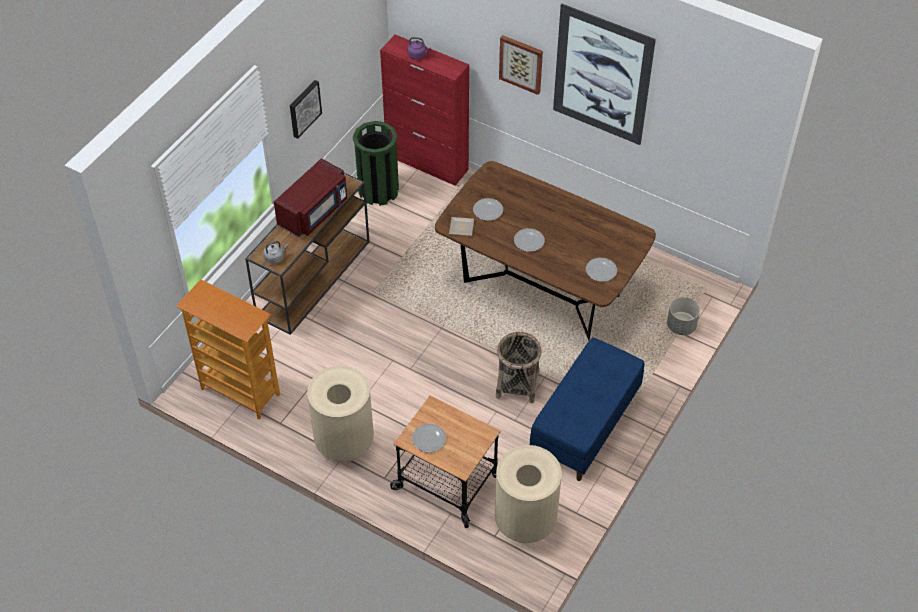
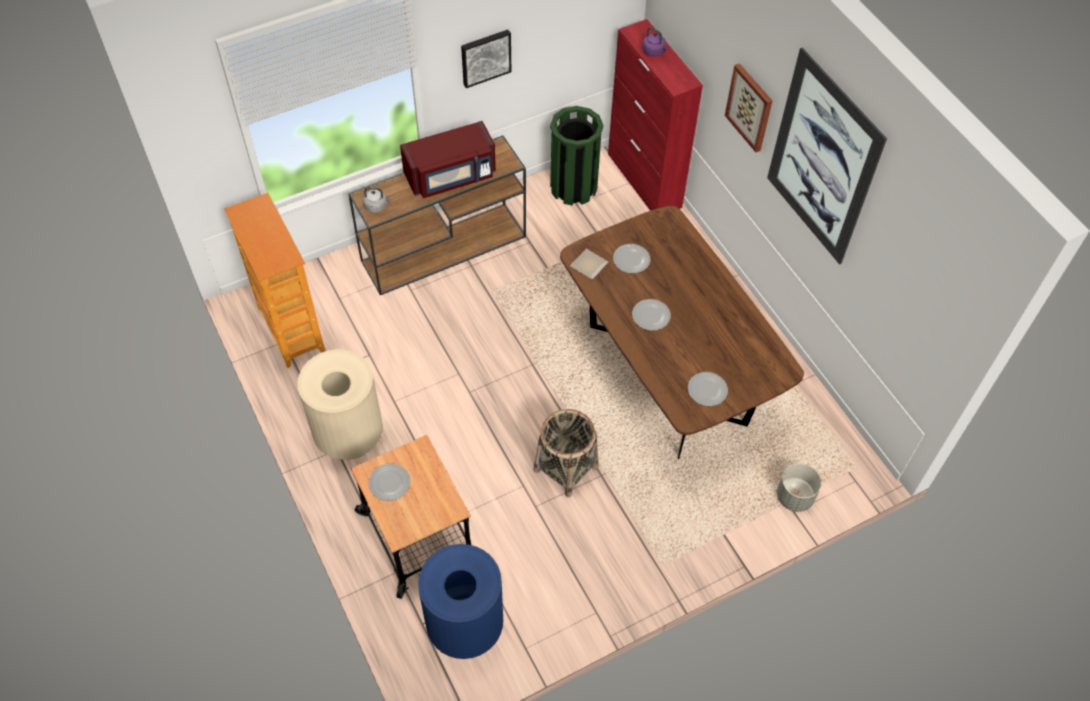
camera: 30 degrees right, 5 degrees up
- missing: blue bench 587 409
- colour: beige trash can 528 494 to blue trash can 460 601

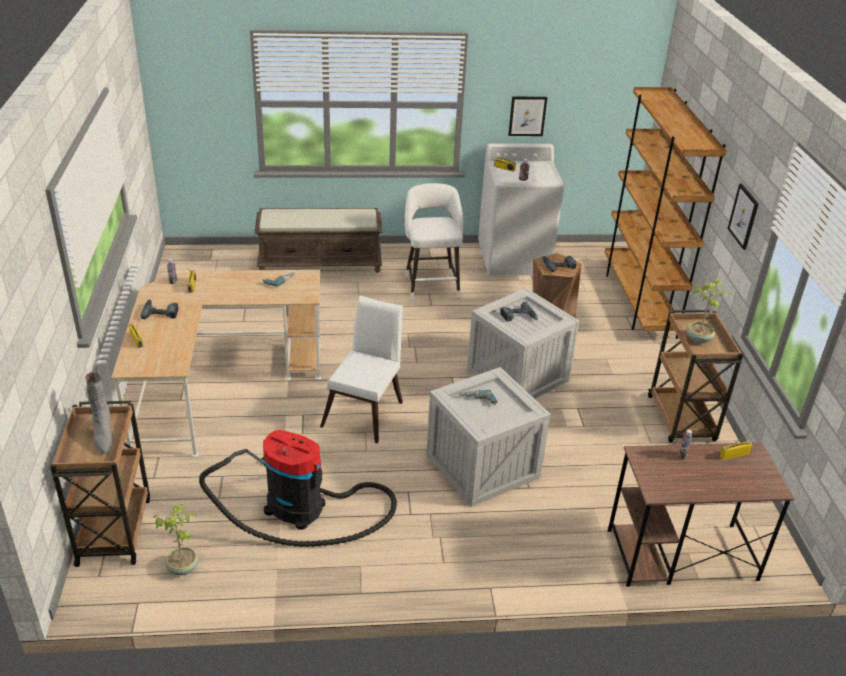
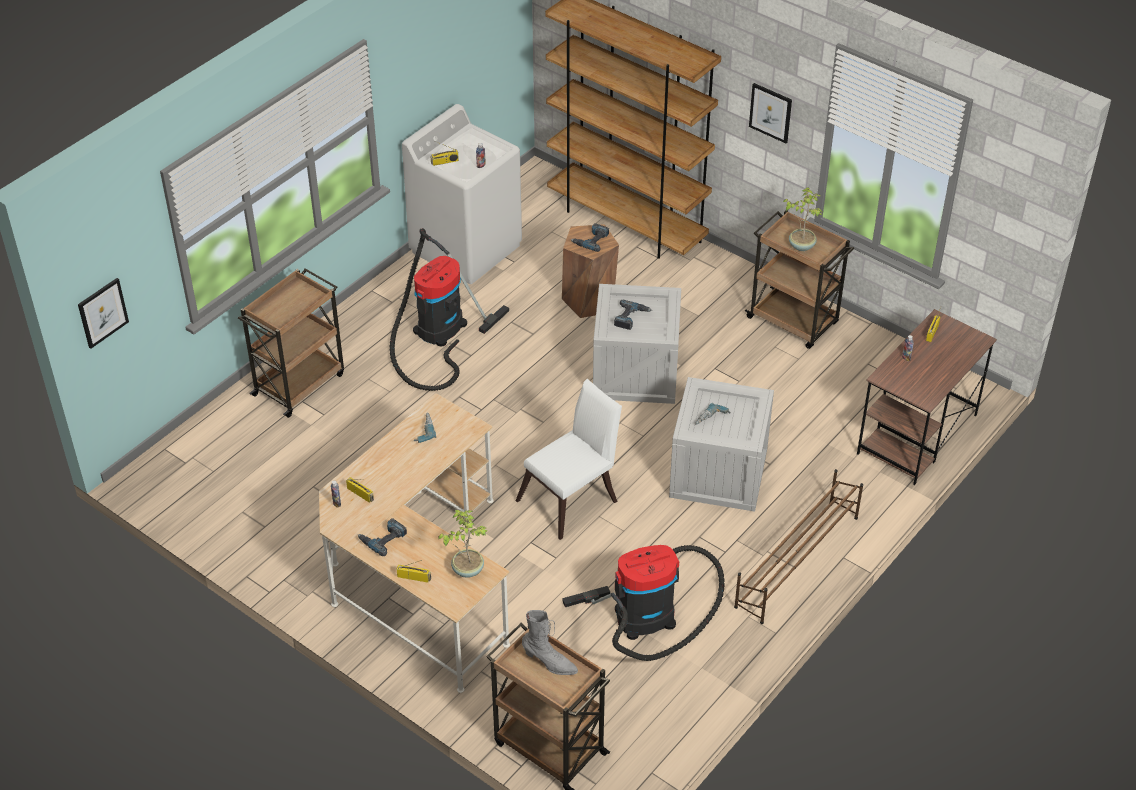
camera: 45 degrees left, 10 degrees up
- appeared: brown shoe rack 798 546
- relocated: potted plant 176 539 to 463 544
- relocated: picture 527 116 to 103 313
- exchanged: brown bench 318 240 to brown cart 291 343
- exchanged: white stool 434 241 to vacuum cleaner 449 309
- spun: white chair 361 369 = 569 459 75 degrees clockwise

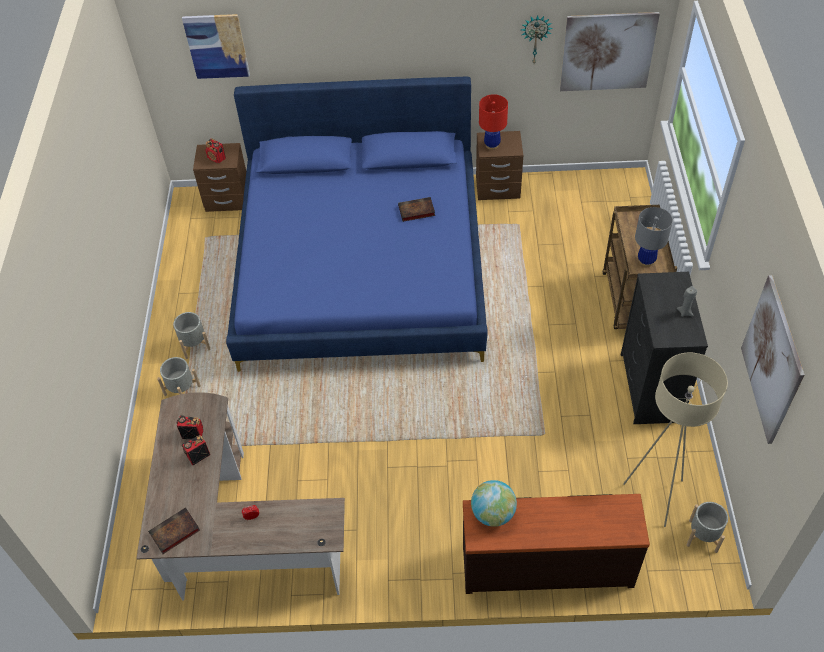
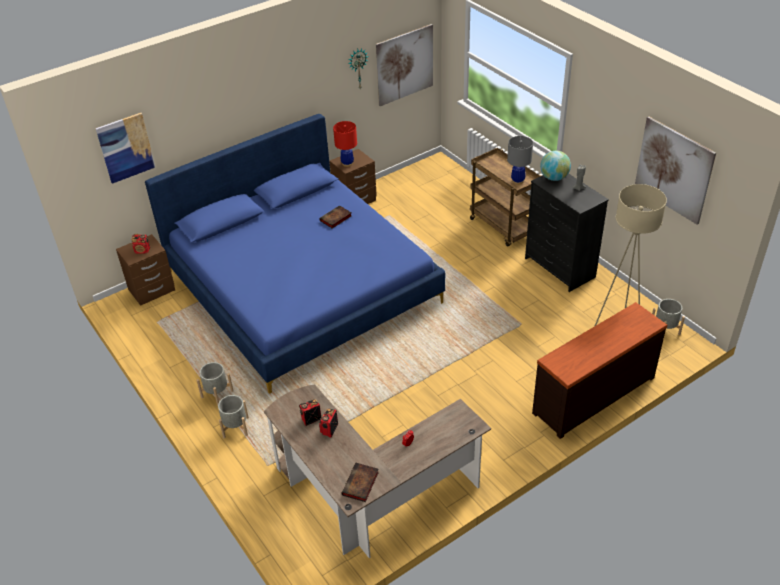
camera: 35 degrees left, 10 degrees down
- relocated: globe 494 503 to 555 166

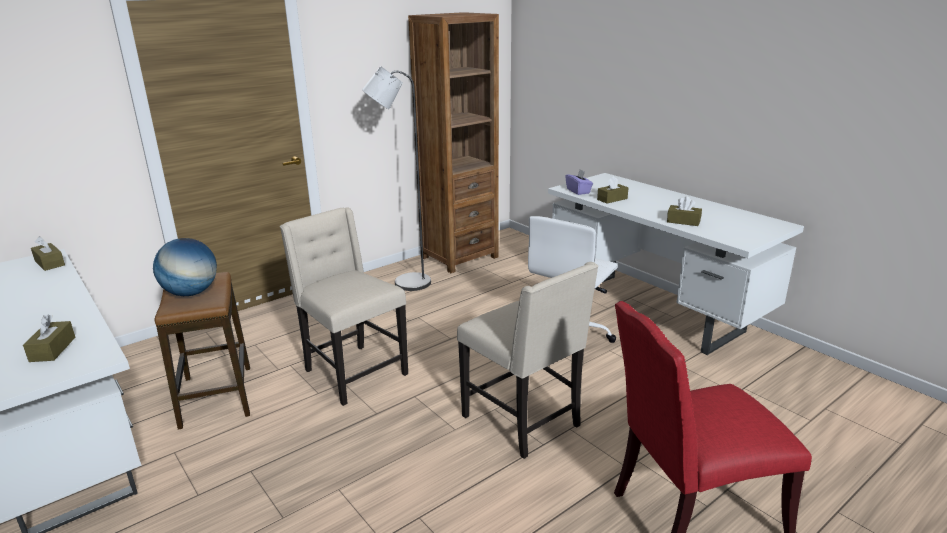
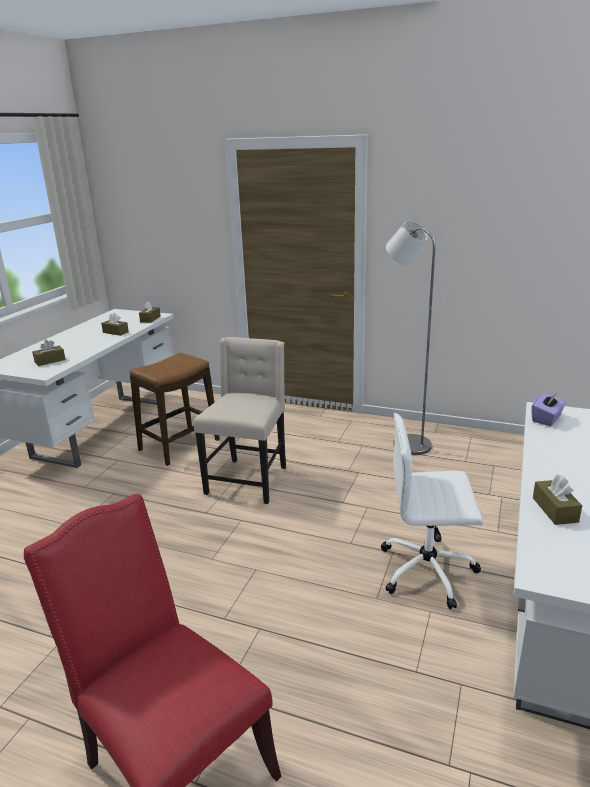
camera: 60 degrees right, 0 degrees up
- missing: globe 185 267
- missing: brown bookcase 453 142
- missing: beige chair 527 360
- relocated: brown tissue box 612 189 to 115 324

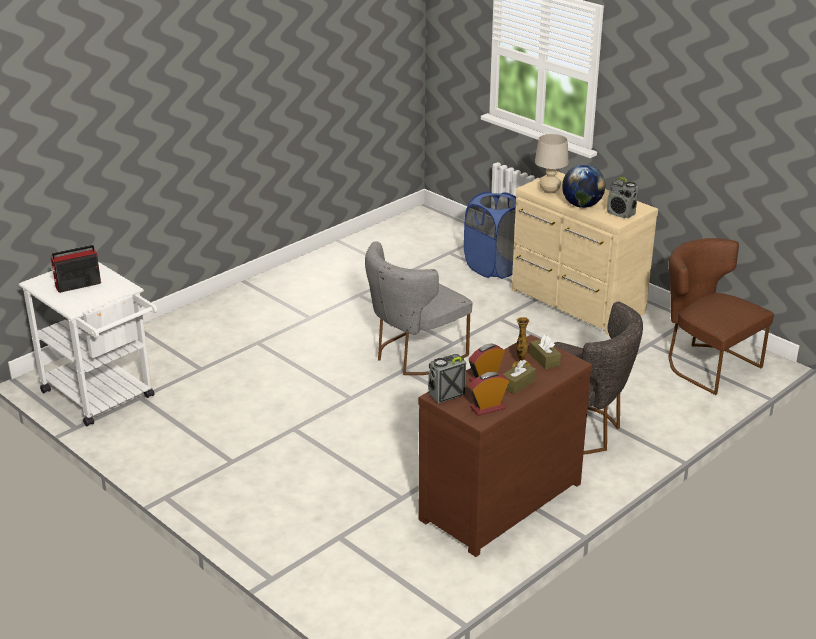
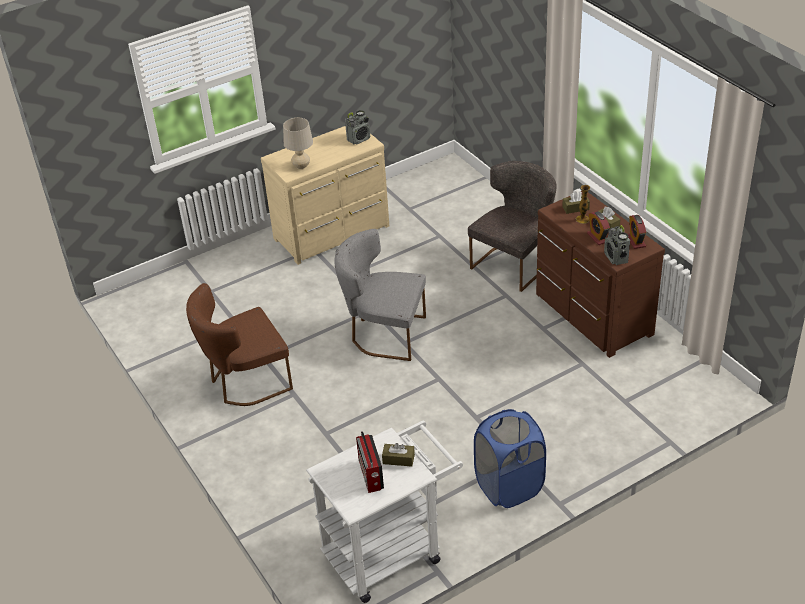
camera: 75 degrees left, 10 degrees up
- missing: globe 583 186
- appeared: brown tissue box 398 455
- relocated: blue laundry basket 490 235 to 510 458
- relocated: brown chair 721 316 to 239 344
- spun: grey chair 418 308 = 380 295 135 degrees clockwise

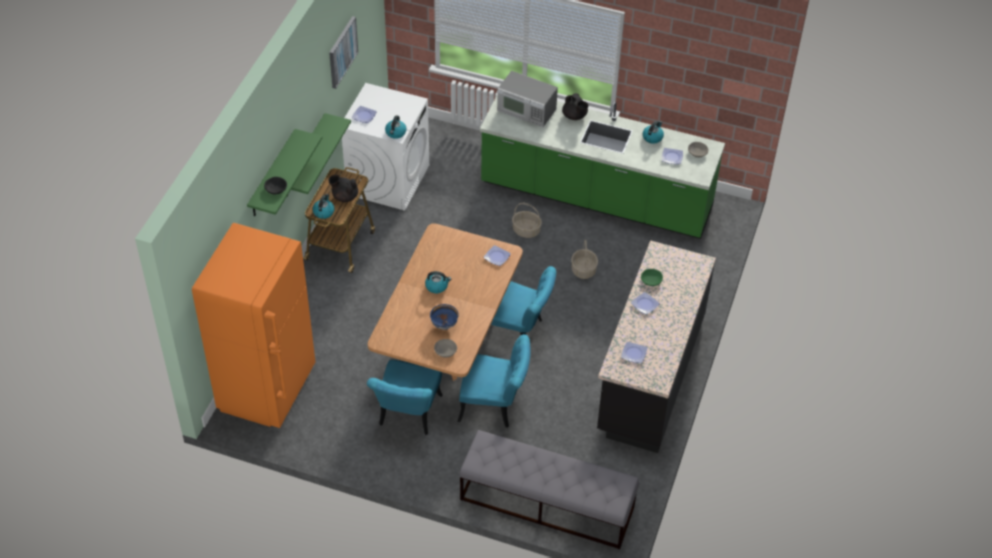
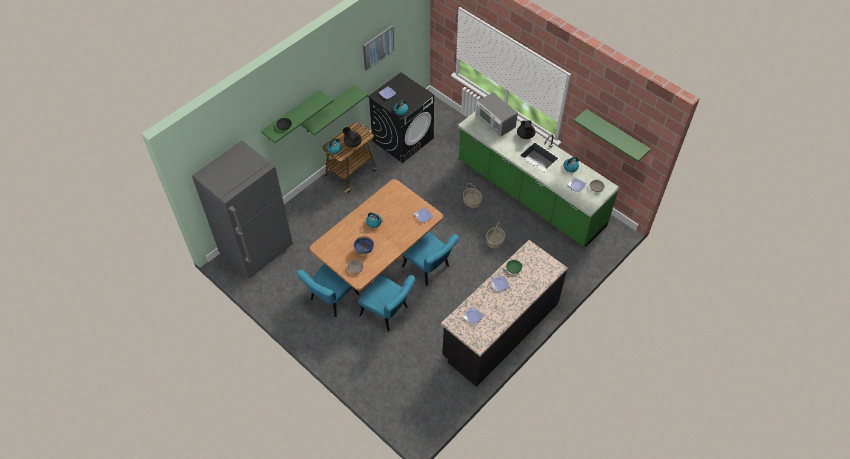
camera: 25 degrees right, 5 degrees up
- missing: grey bench 549 489
- appeared: green shelf 612 135
- colour: orange fridge 253 325 to grey fridge 242 210
- colour: white washing machine 385 147 to black washing machine 401 117

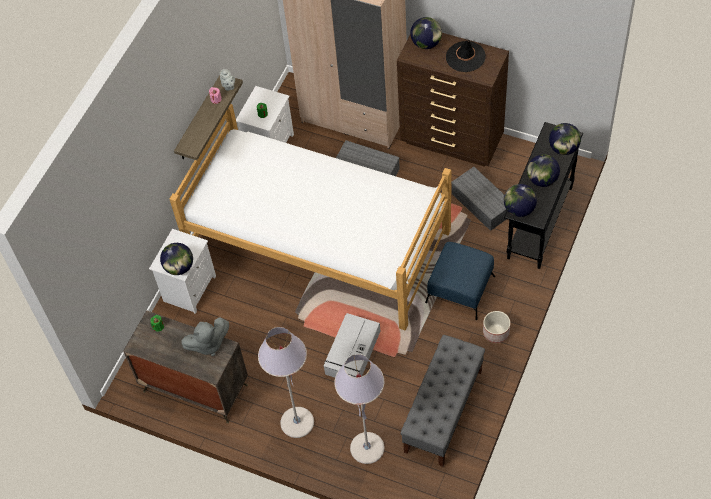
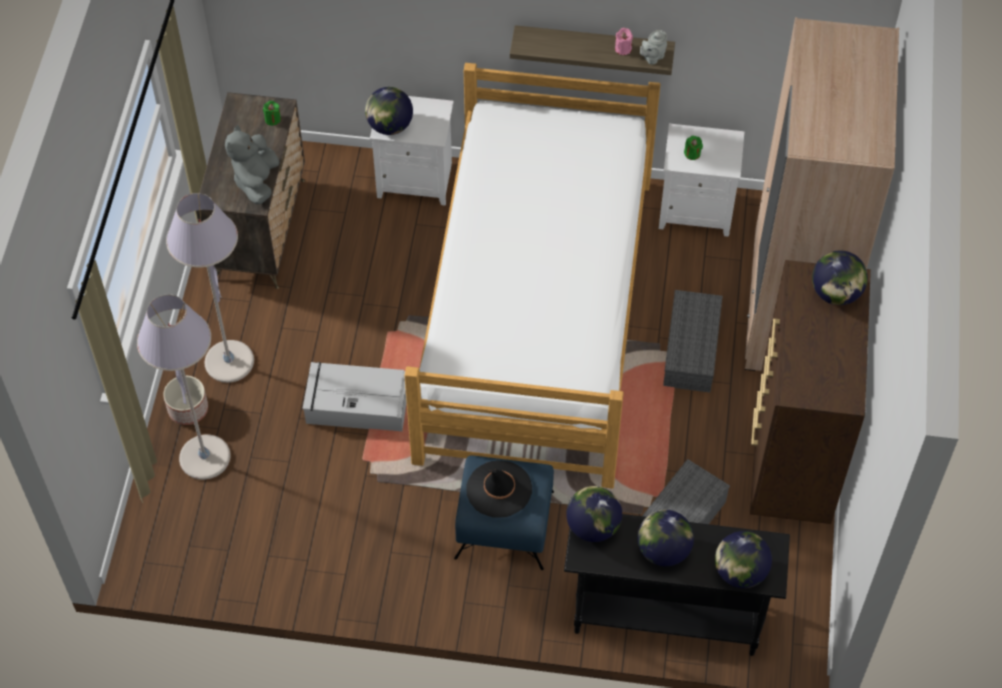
camera: 70 degrees right, 0 degrees up
- missing: grey bench 442 401
- relocated: black hat 466 56 to 499 489
- relocated: planter 496 327 to 185 400
- spun: grey plush toy 205 336 = 252 164 45 degrees clockwise

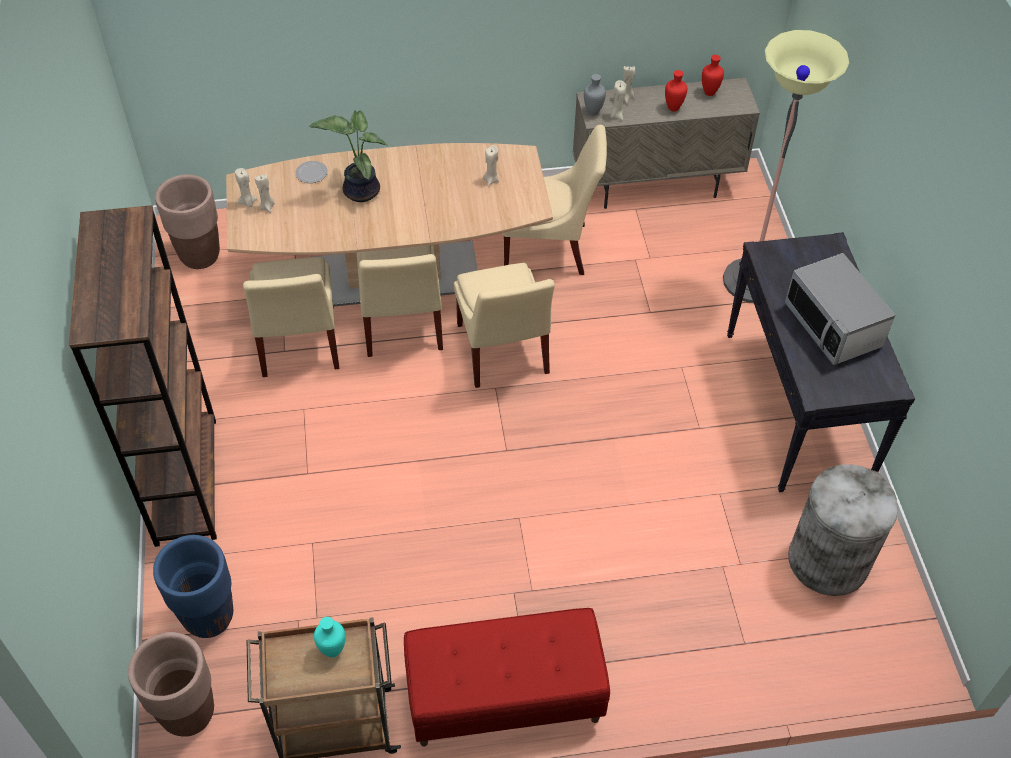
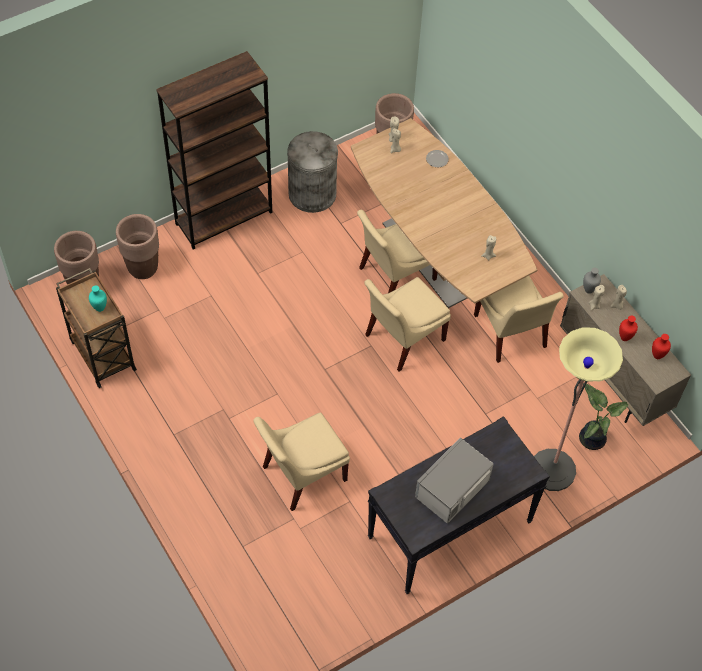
camera: 65 degrees right, 5 degrees up
- missing: red bench 507 677
- relocated: beige chair 291 317 to 301 461
- relocated: potted plant 348 156 to 604 416
- relocated: grey trash can 843 530 to 312 172
- colour: blue planter 193 586 to brown planter 137 246

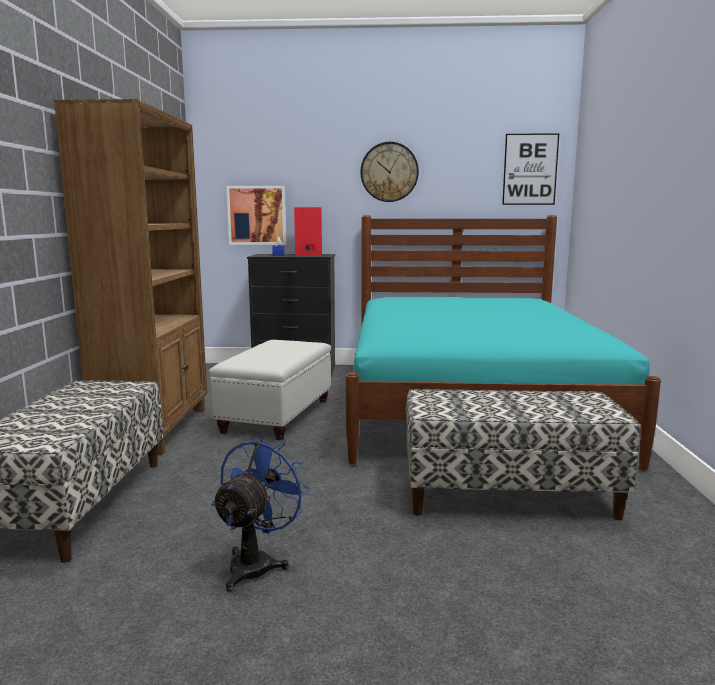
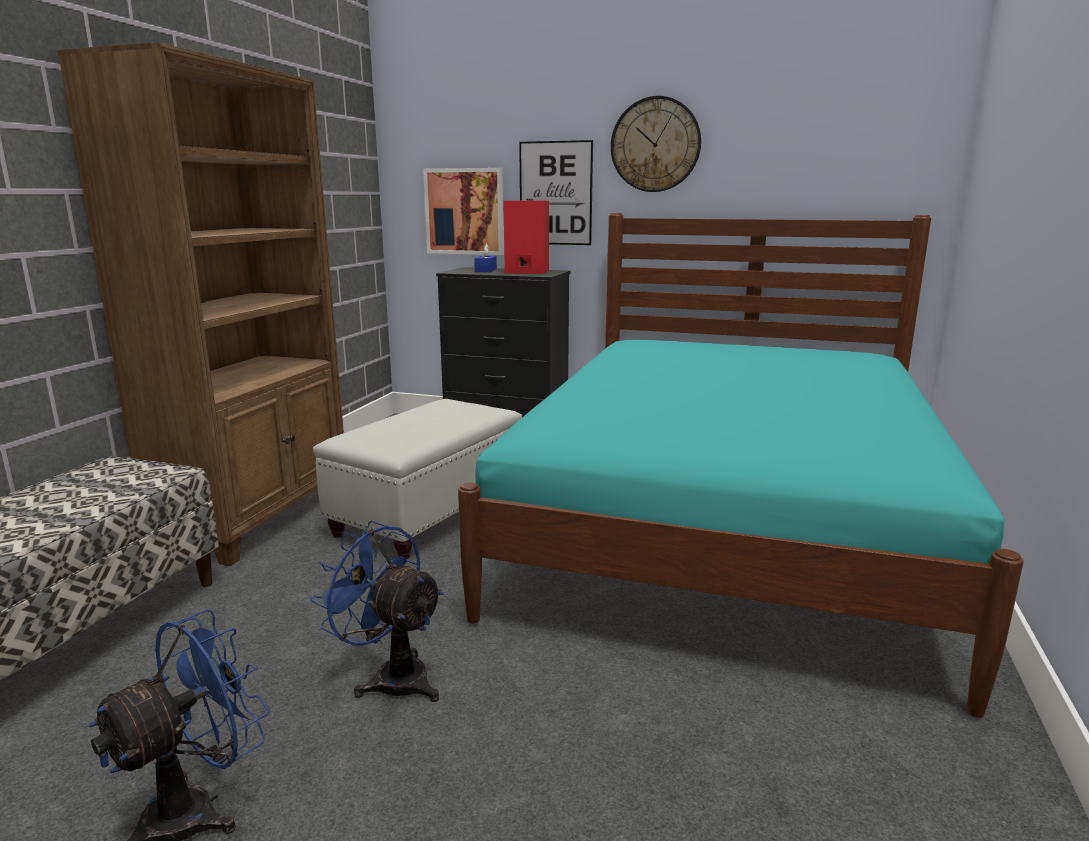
camera: 15 degrees right, 5 degrees up
- missing: bench 523 454
- appeared: blue fan 377 611
- relocated: picture 530 169 to 556 192

